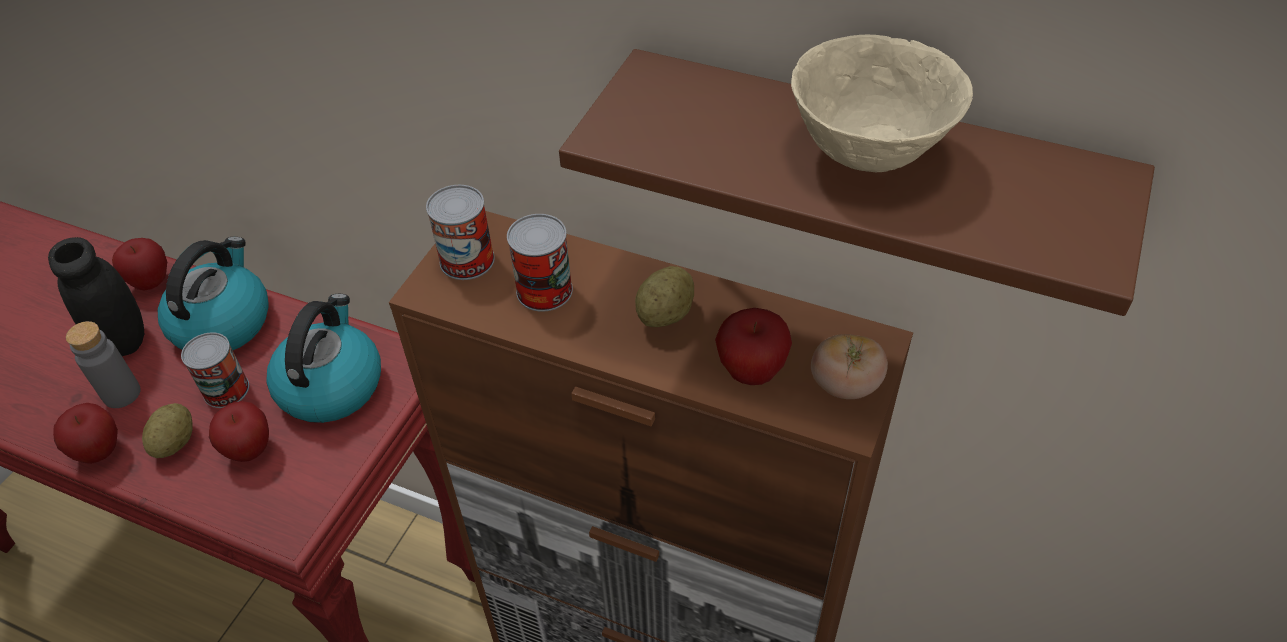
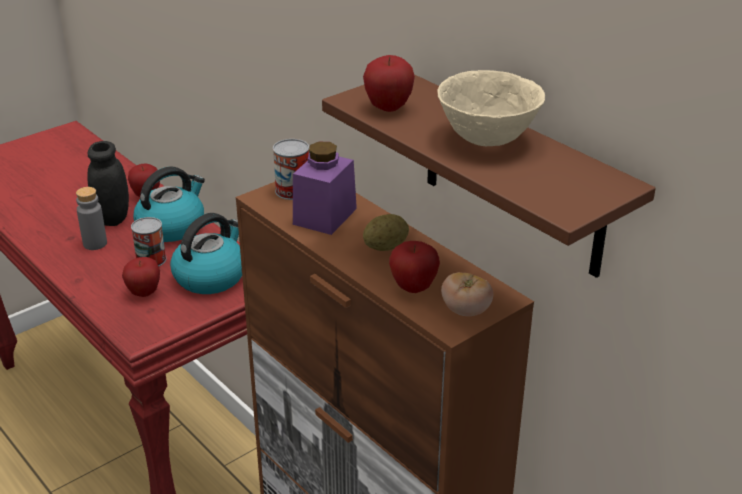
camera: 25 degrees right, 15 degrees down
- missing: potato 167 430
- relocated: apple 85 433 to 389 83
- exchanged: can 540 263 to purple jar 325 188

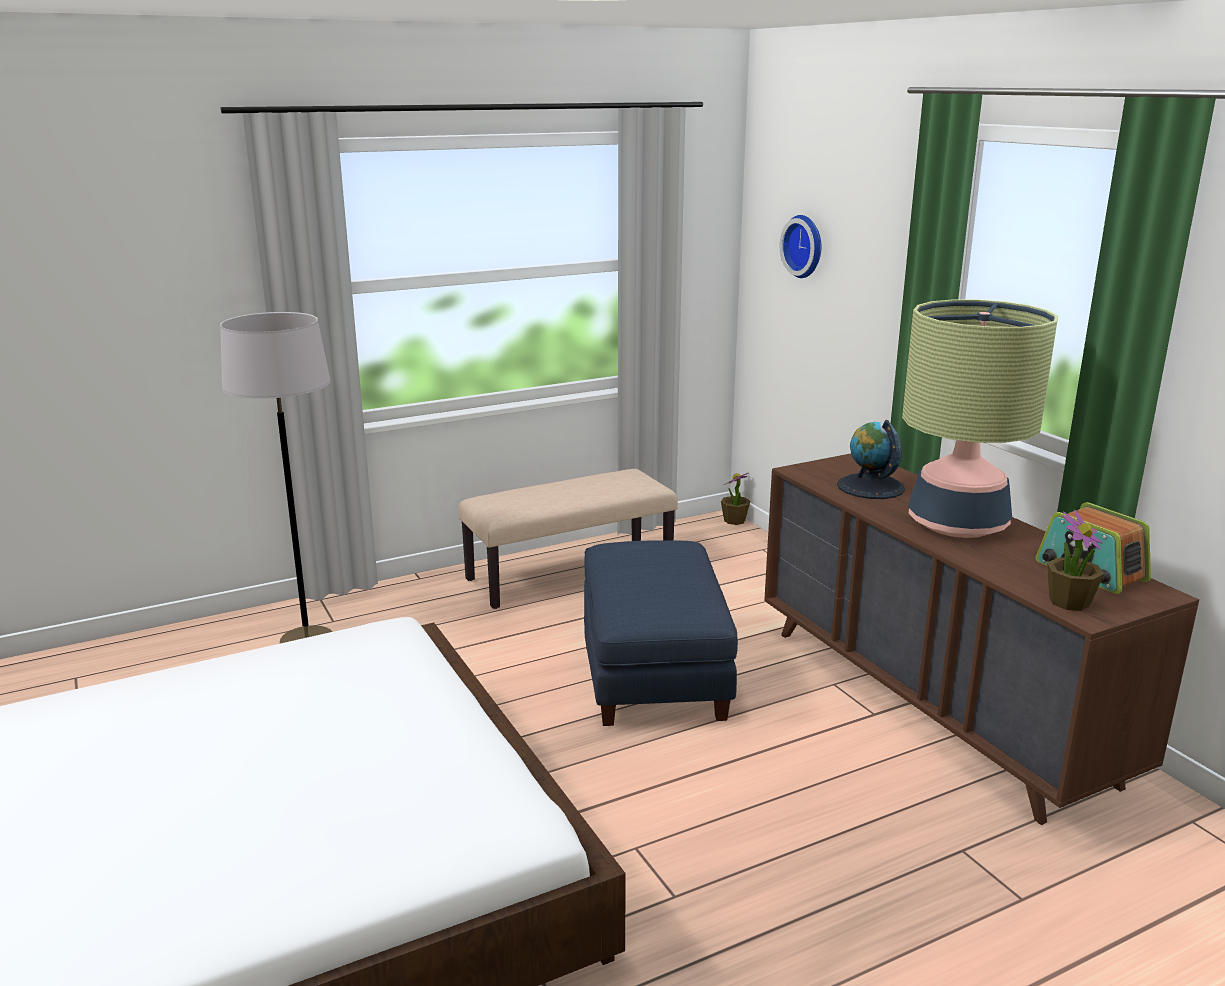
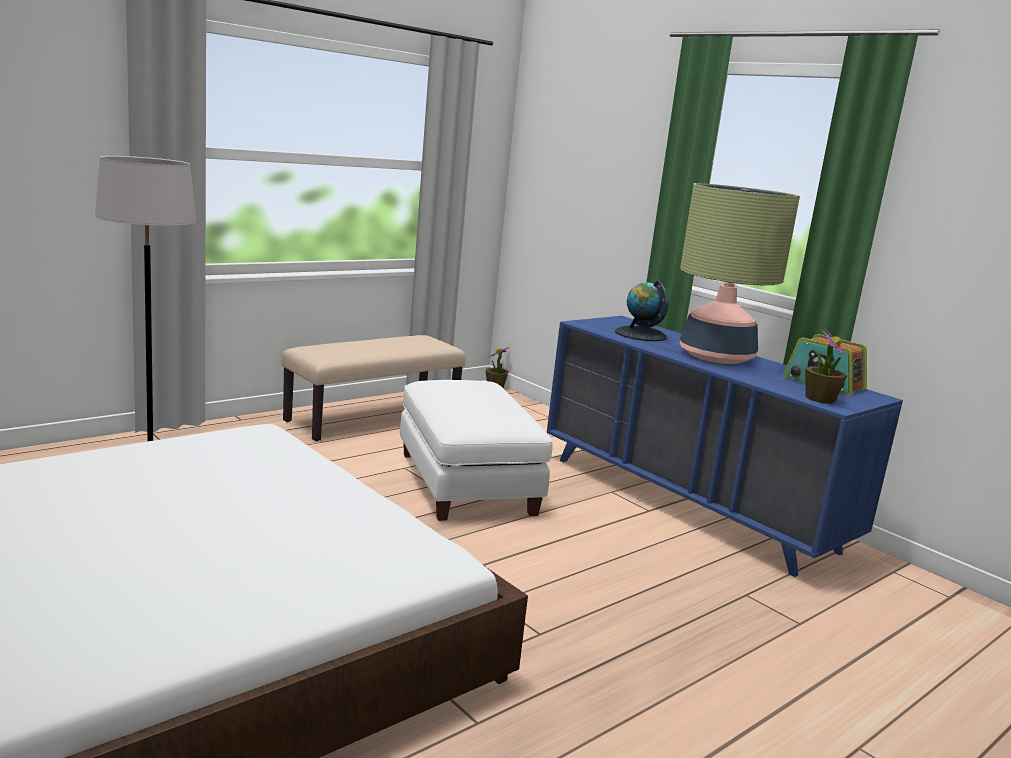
camera: 15 degrees left, 5 degrees down
- missing: wall clock 800 246
- colour: blue ottoman 661 633 to white ottoman 476 450
- colour: brown dresser 981 639 to blue dresser 725 446

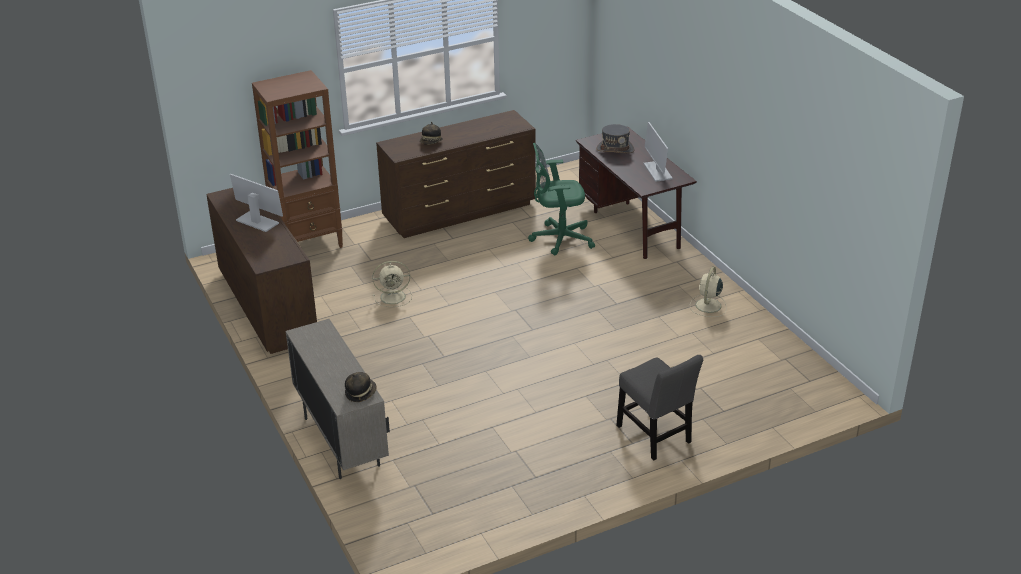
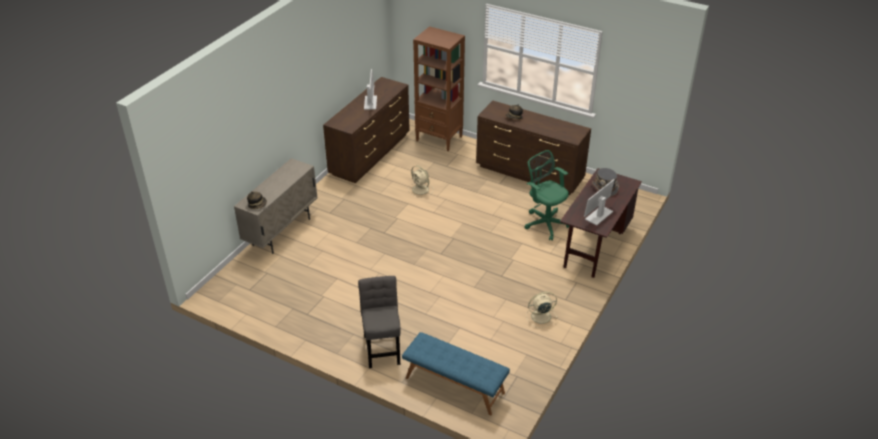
camera: 55 degrees right, 5 degrees up
- appeared: blue bench 456 373
- spun: grey chair 659 407 = 379 322 150 degrees clockwise

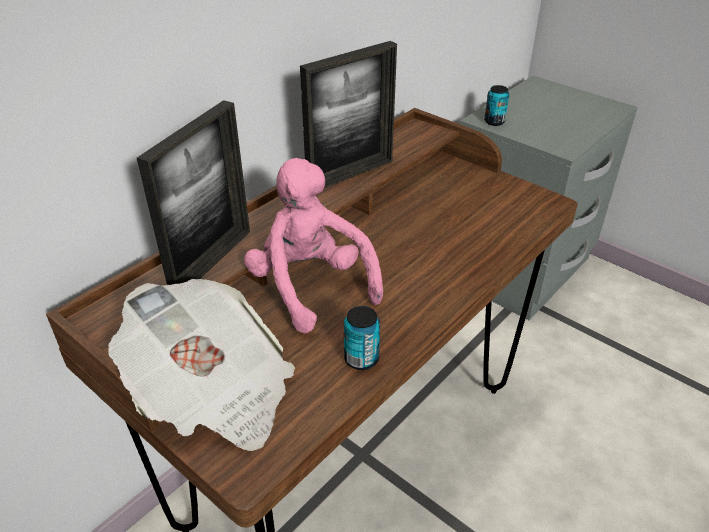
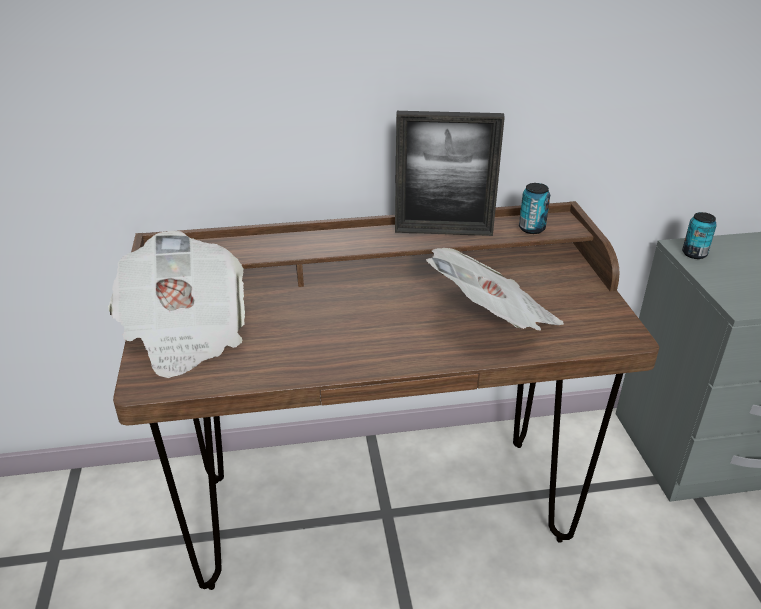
camera: 40 degrees right, 5 degrees down
- missing: picture frame 193 192
- missing: pink plush toy 313 245
- appeared: newspaper 495 289
- relocated: can 362 338 to 534 208

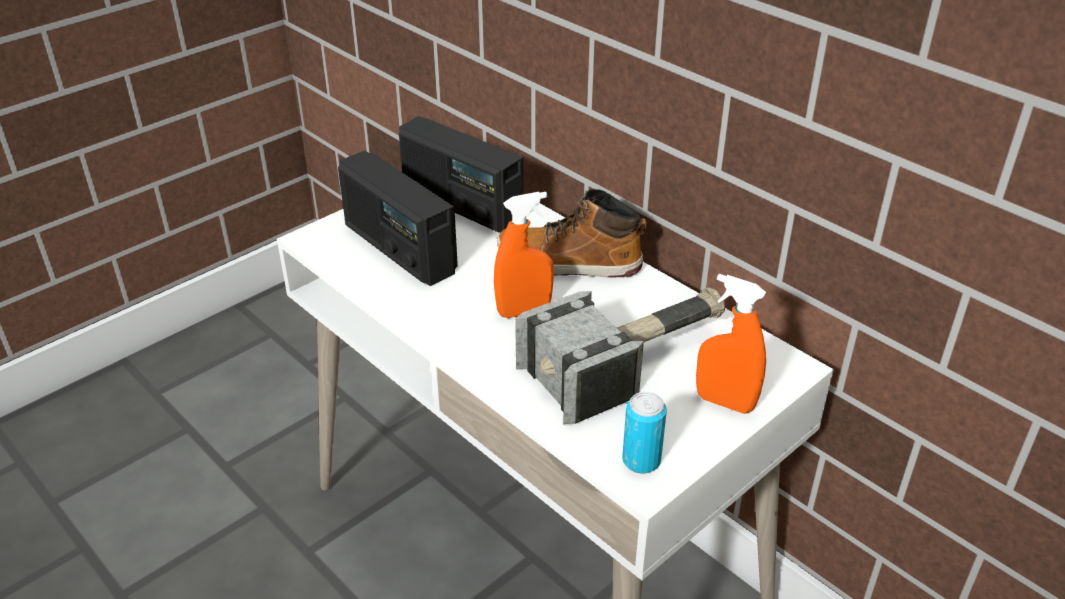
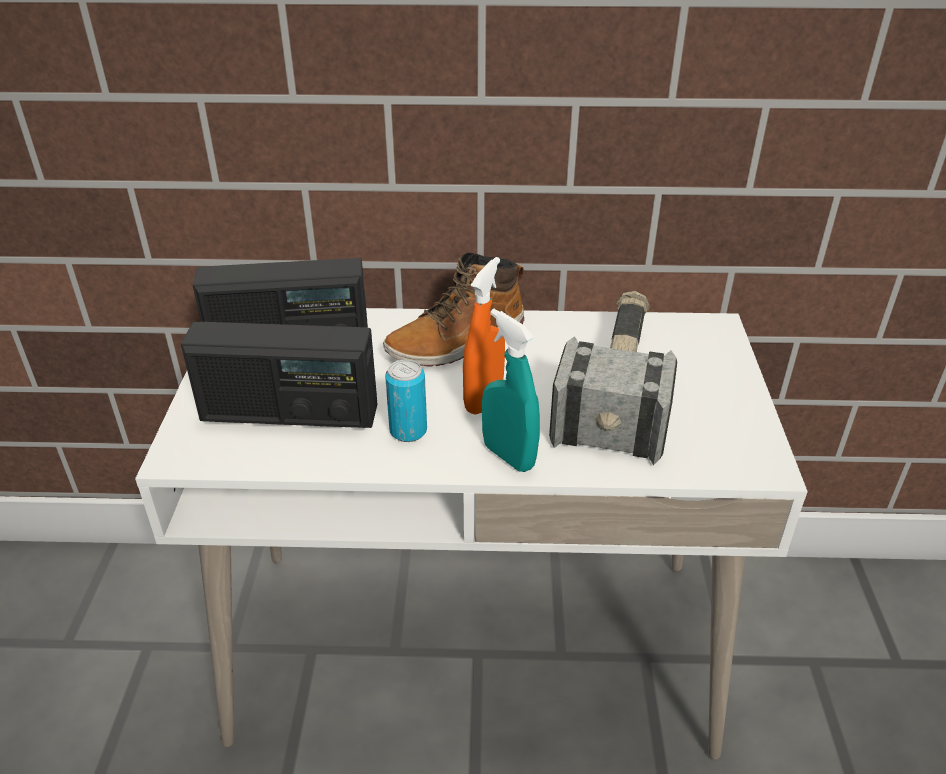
camera: 45 degrees left, 0 degrees up
- missing: orange spray bottle 731 344
- appeared: turquoise spray bottle 511 390
- relocated: can 644 433 to 406 401

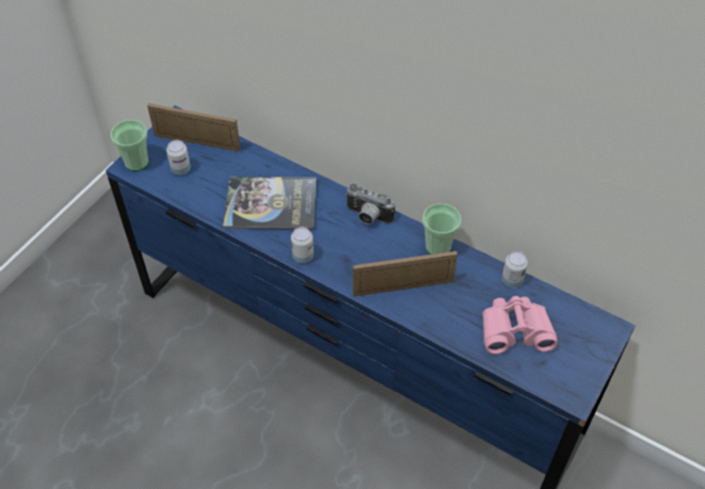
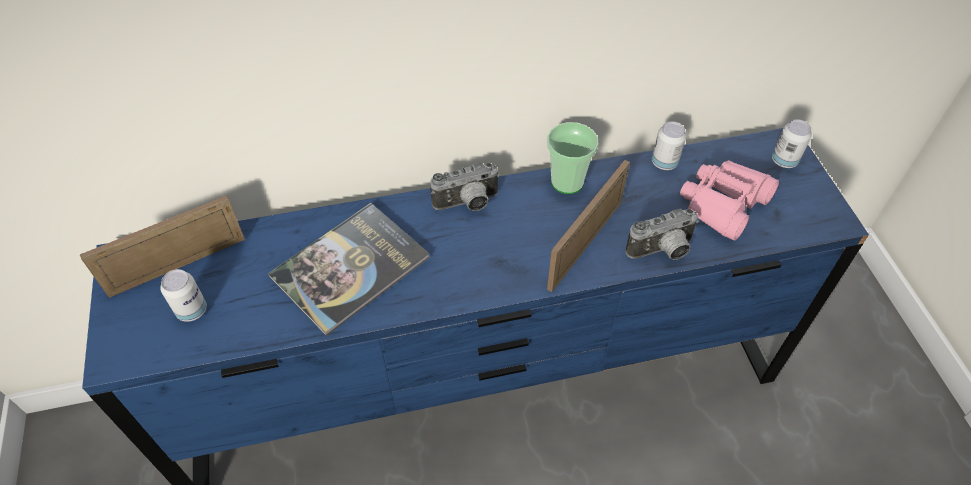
camera: 45 degrees left, 0 degrees up
- missing: cup 130 145
- appeared: photo camera 662 234
- relocated: can 302 245 to 792 143

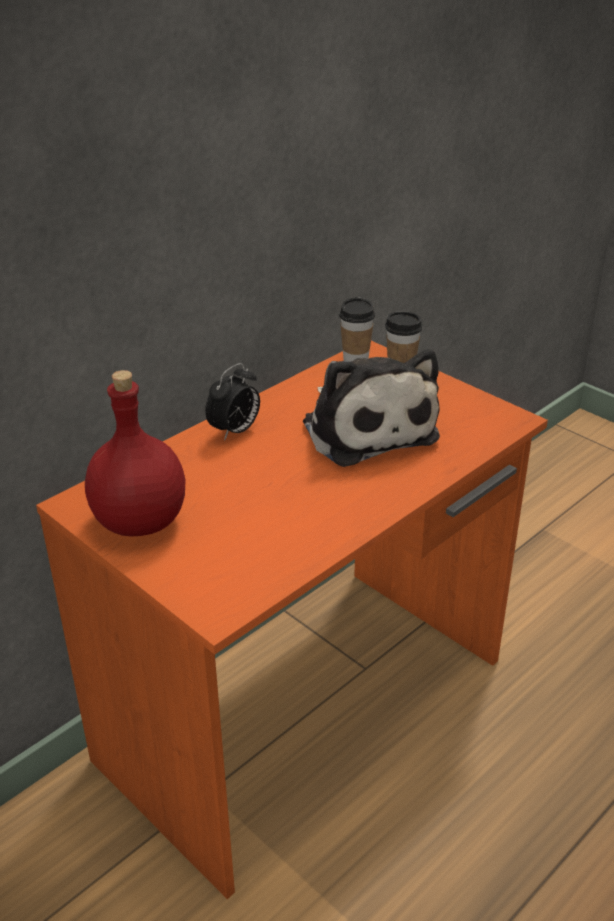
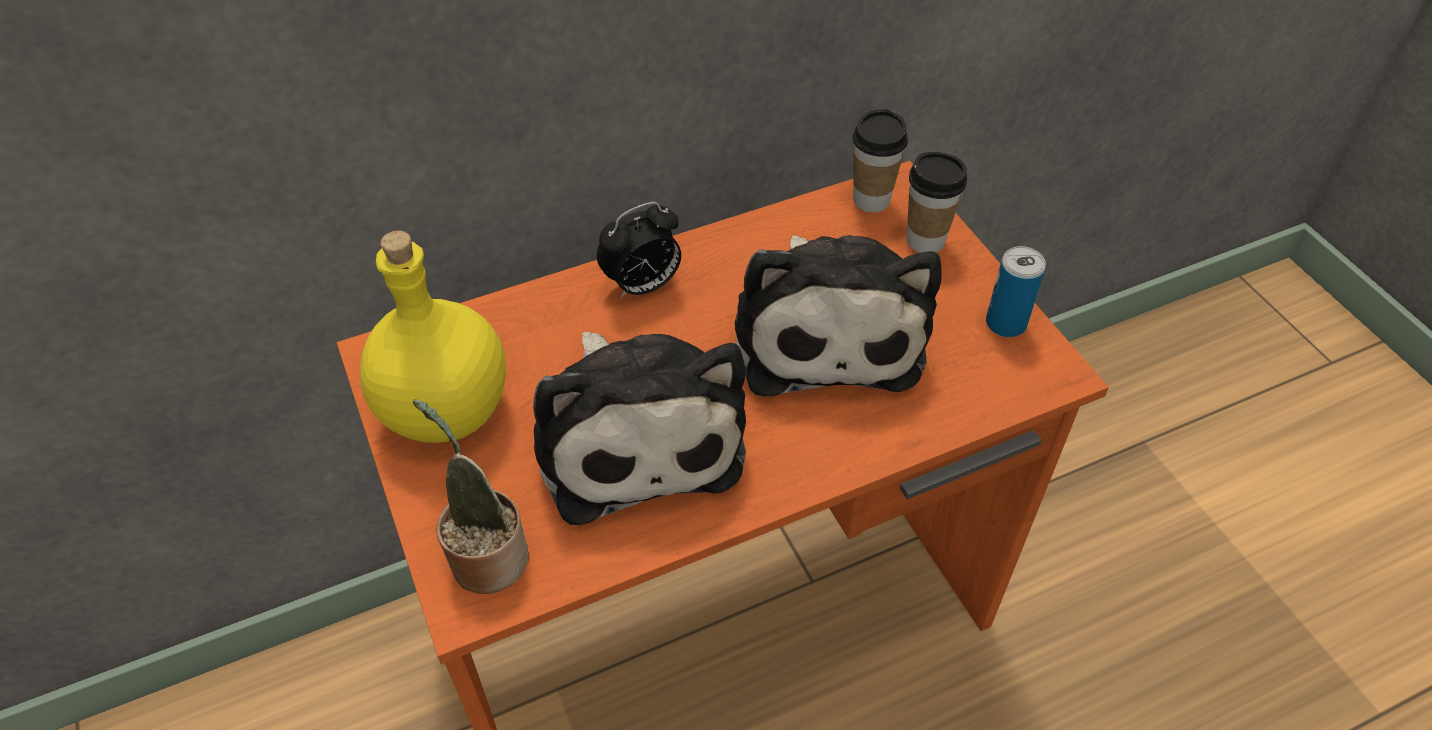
camera: 20 degrees right, 15 degrees up
- appeared: potted plant 471 496
- appeared: plush toy 639 428
- appeared: can 1016 291
- colour: red bottle 135 453 to yellow bottle 433 336

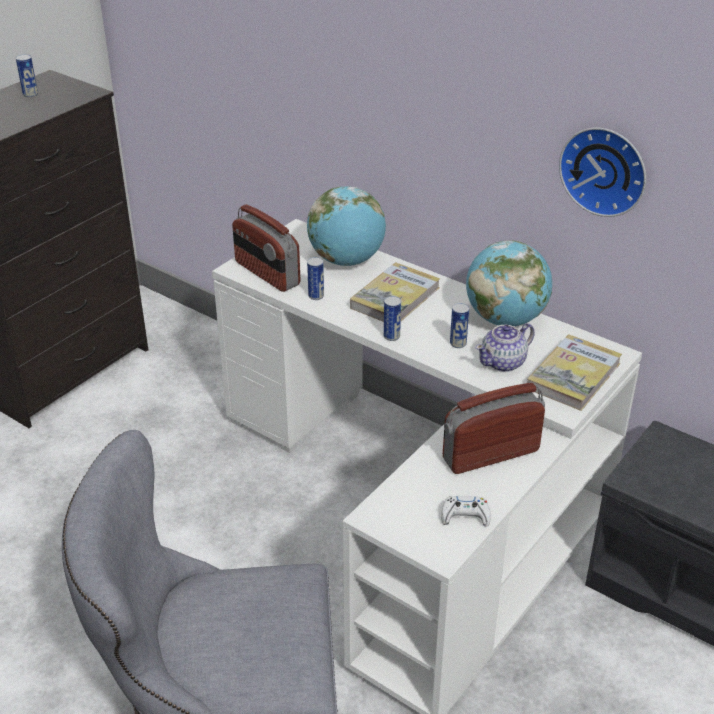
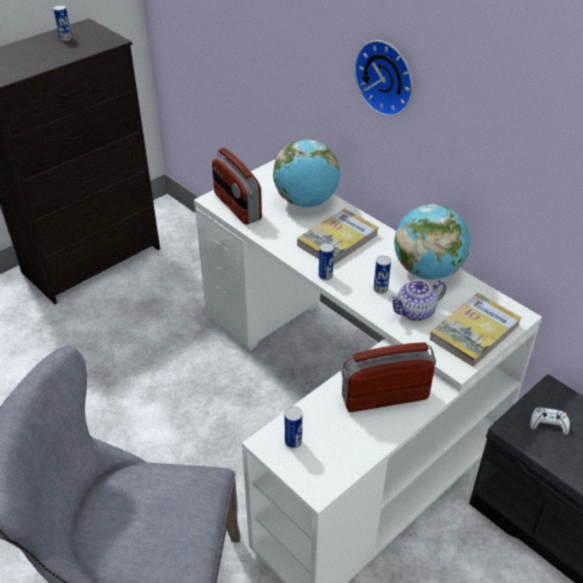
camera: 10 degrees right, 5 degrees up
- relocated: can 315 278 to 293 427
- relocated: white game controller 466 511 to 550 421
- relocated: wall clock 602 172 to 383 78

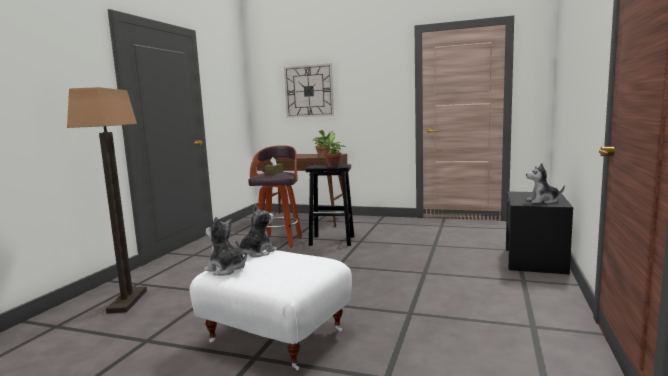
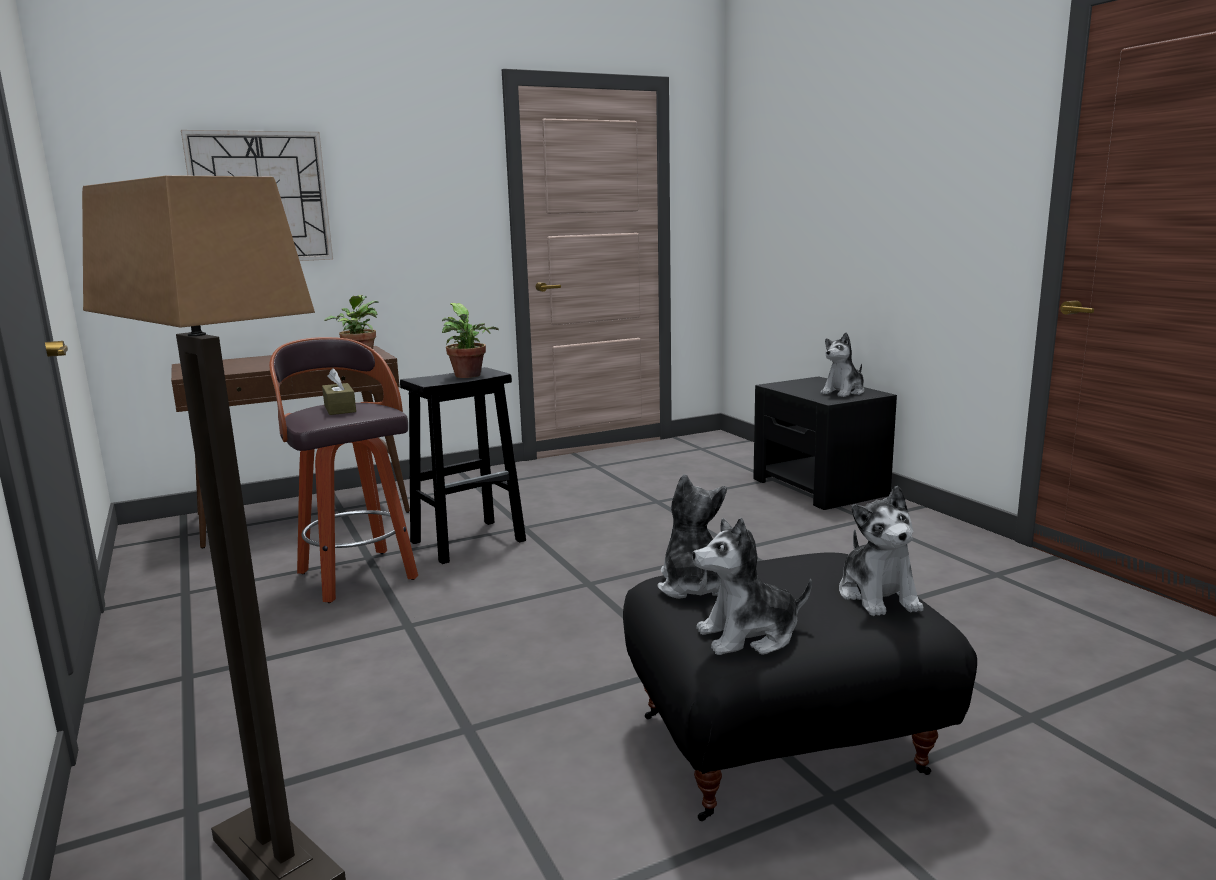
camera: 45 degrees left, 5 degrees up
- appeared: plush toy 881 551
- colour: white ottoman 270 309 to black ottoman 800 686

